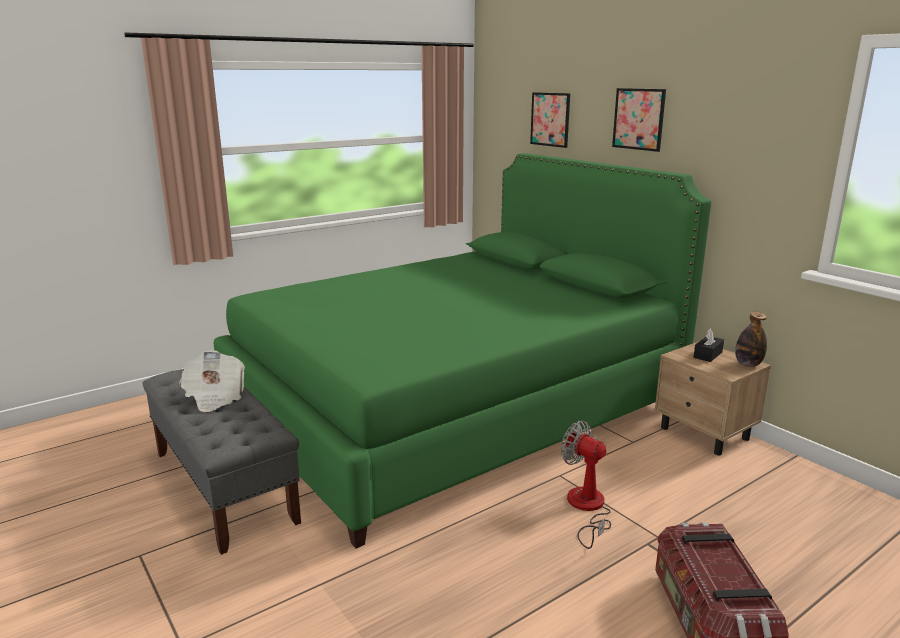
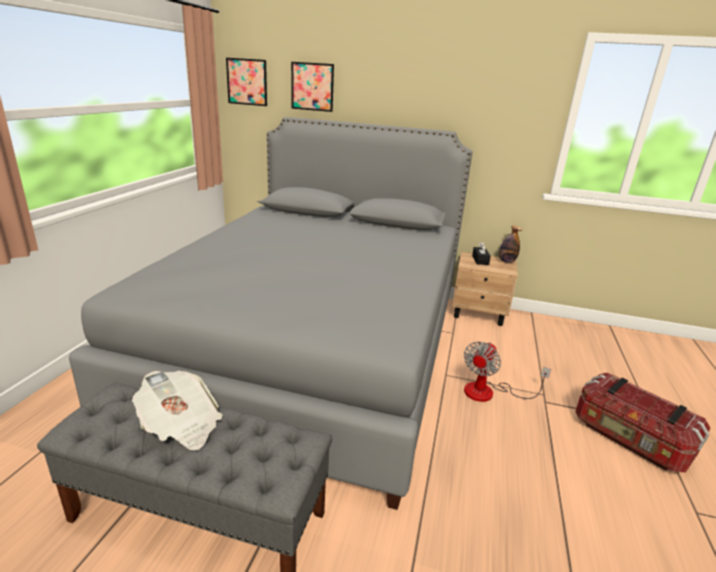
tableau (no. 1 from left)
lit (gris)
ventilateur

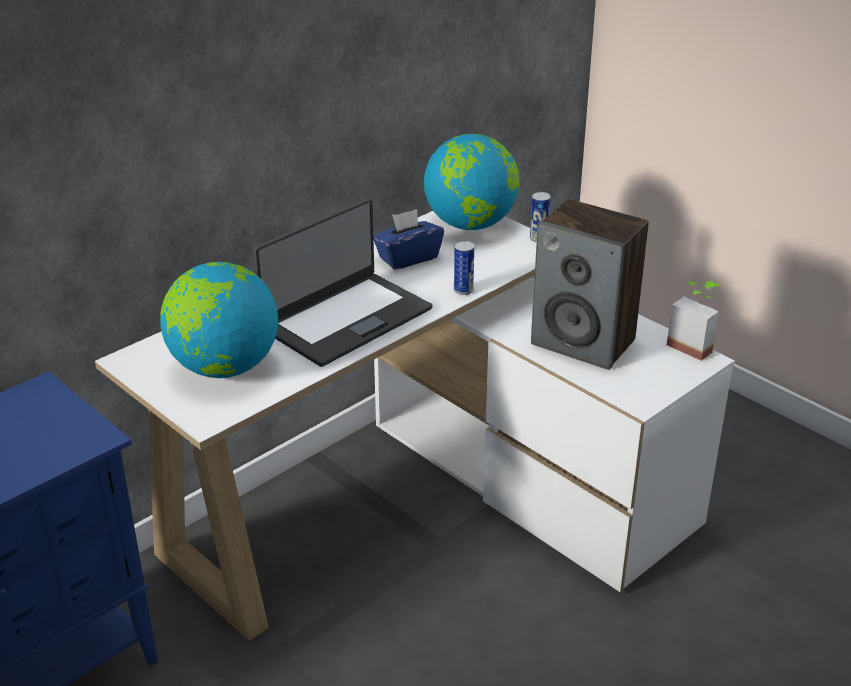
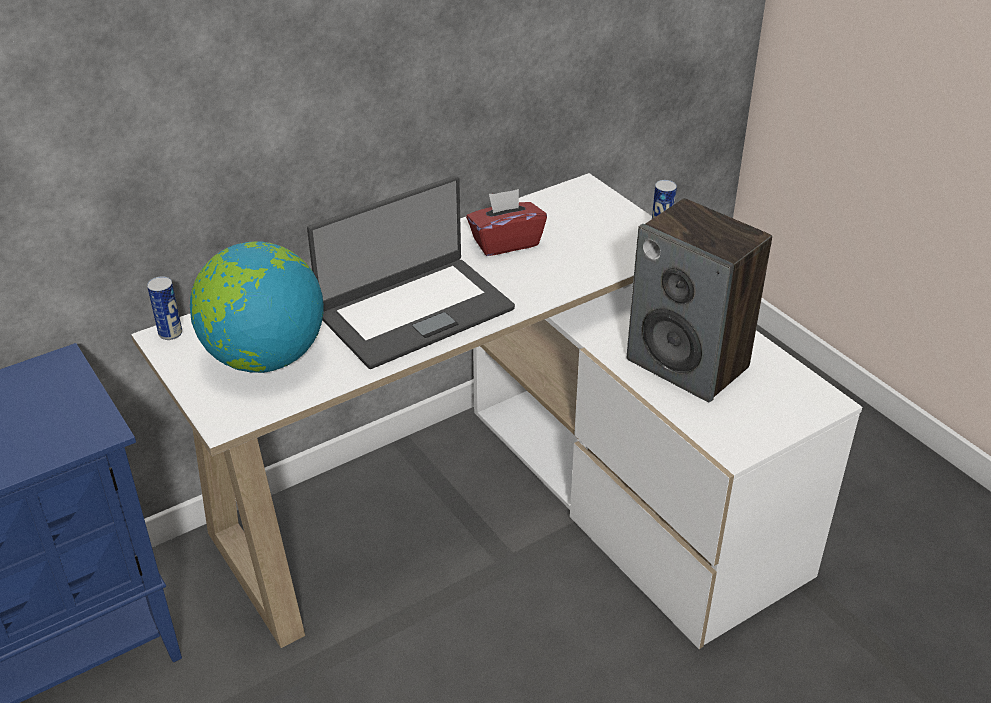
globe (no. 2 from left in the first image)
boîte à mouchoirs (rouge)
boîte métallique (no. 1 from left)
plante en pot

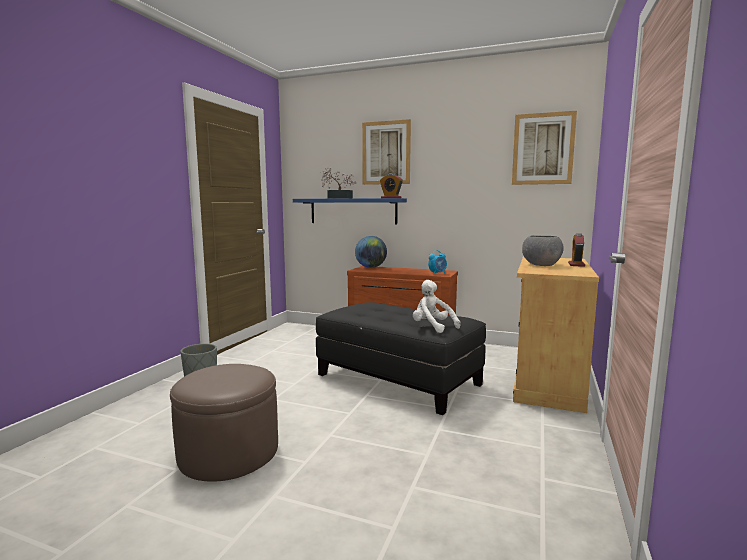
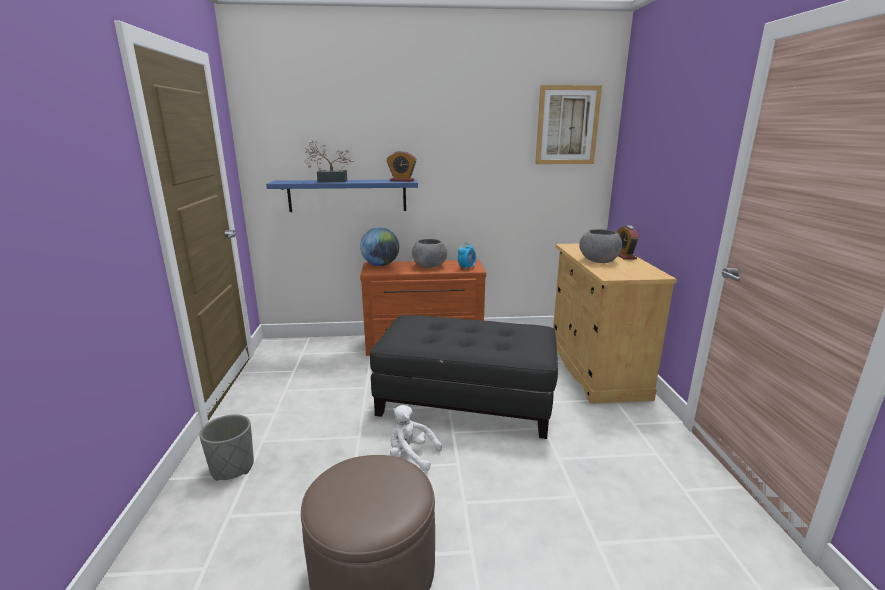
tableau (no. 1 from left in the first image)
peluche (blanc)
bol (gris) (no. 1 from left)

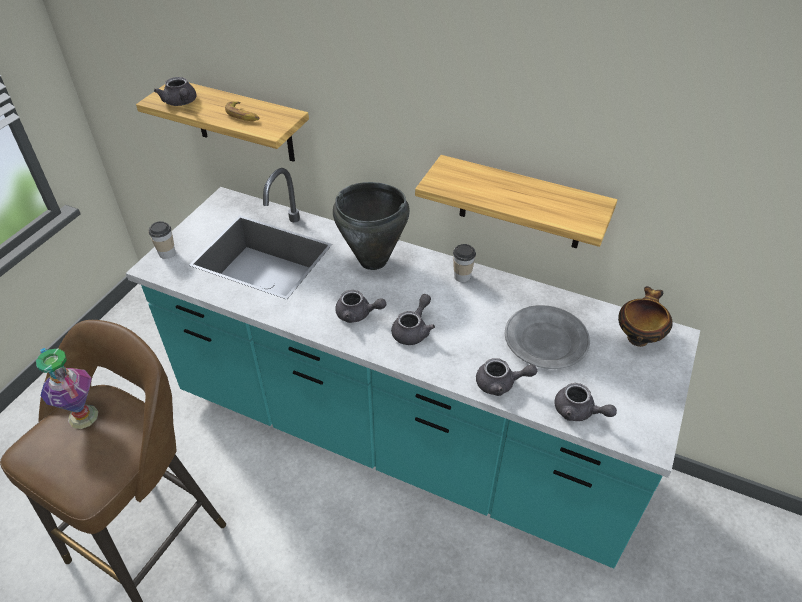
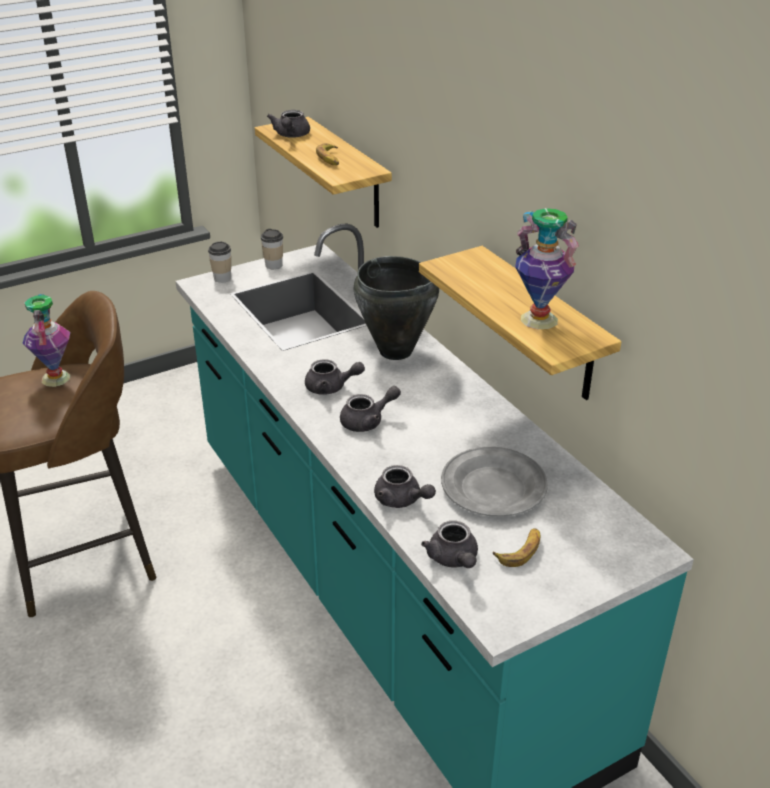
tasse (no. 2 from left)
bol
théière (gris) (no. 2 from left)
vase (no. 2 from left)
banane (no. 2 from left)

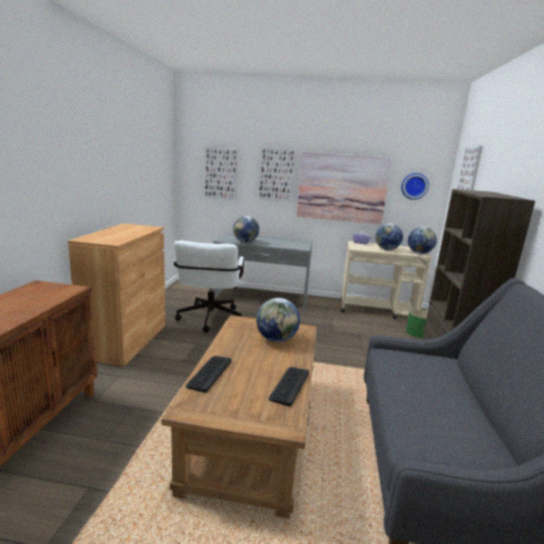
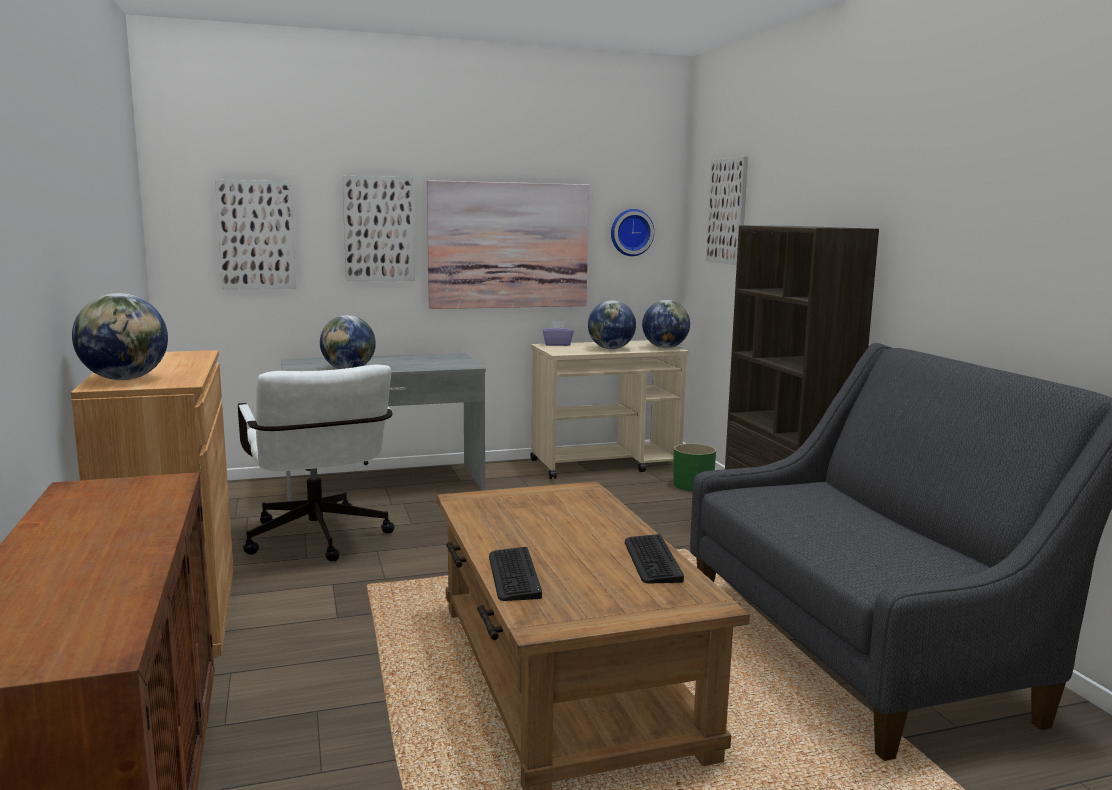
globe (no. 1 from left)

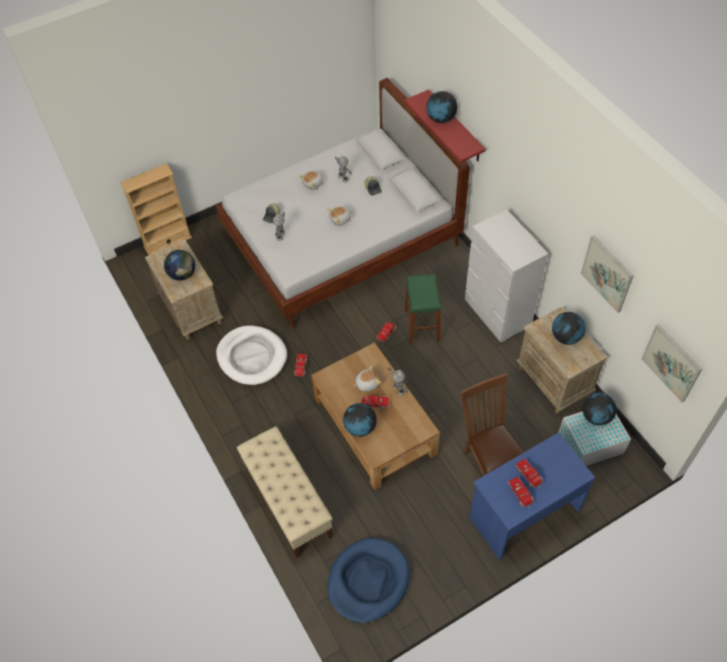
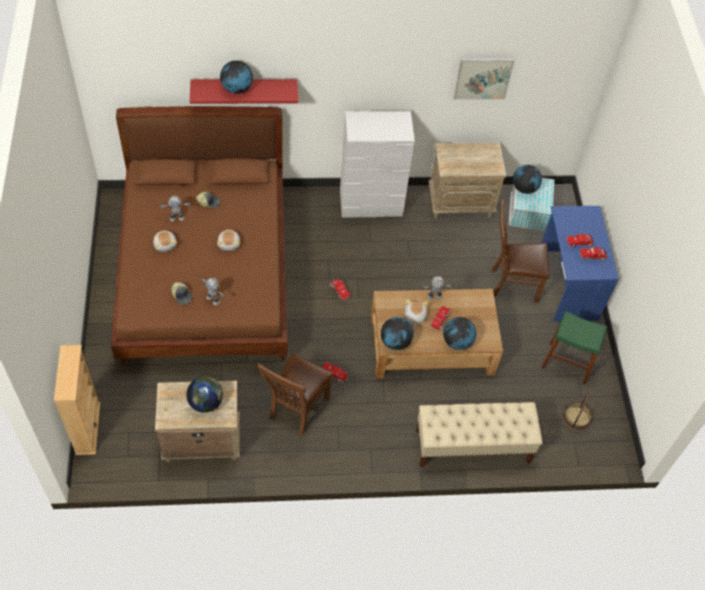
lit (marron)
tabouret (vert)
globe (no. 3 from left)
tableau (no. 2 from left in the first image)
chaise (marron) (no. 1 from left)
panier

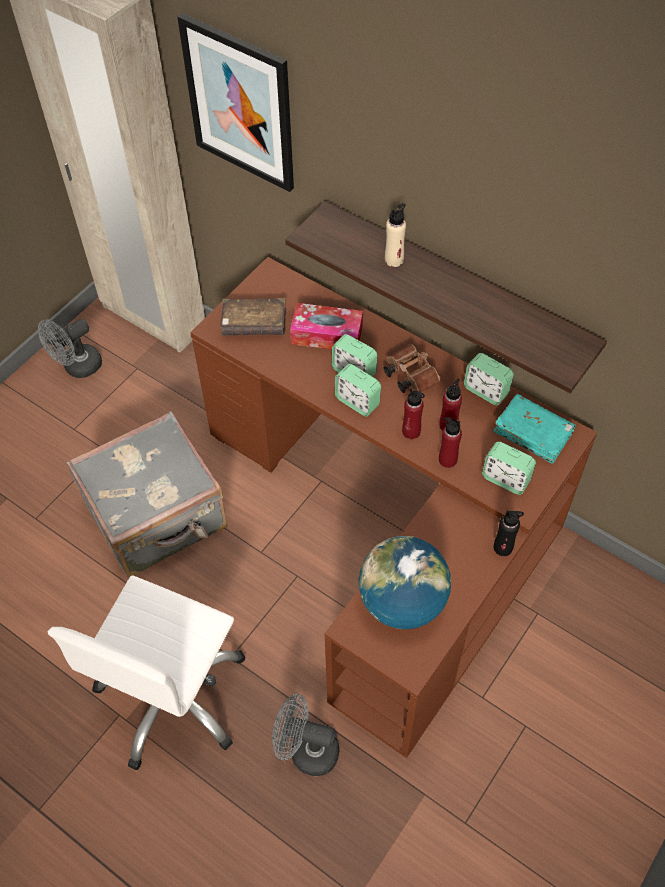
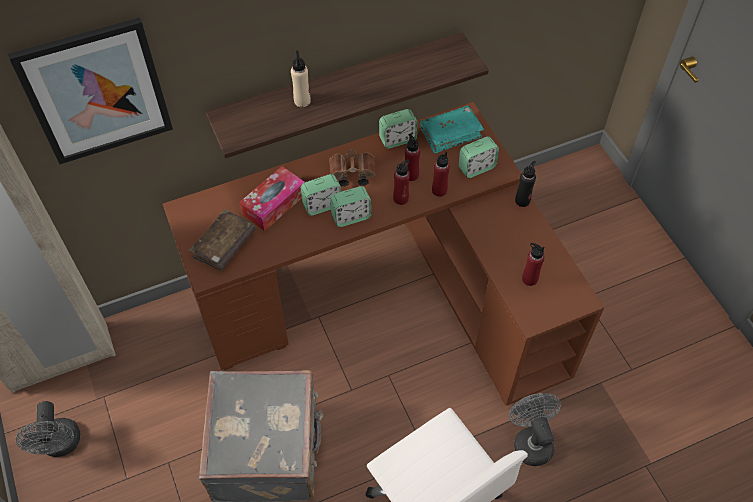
bouteille (rouge) (no. 4 from left)
ventilateur (gris) (no. 2 from left)

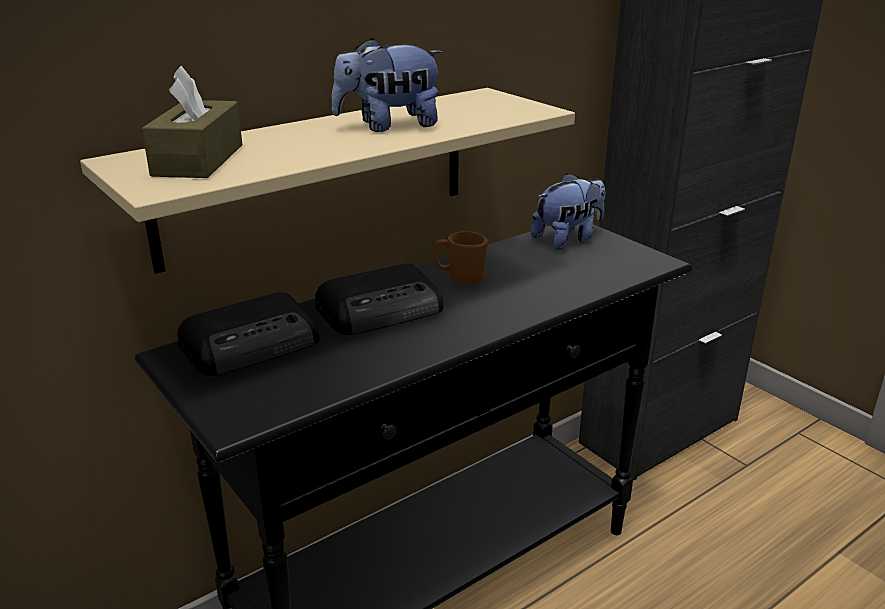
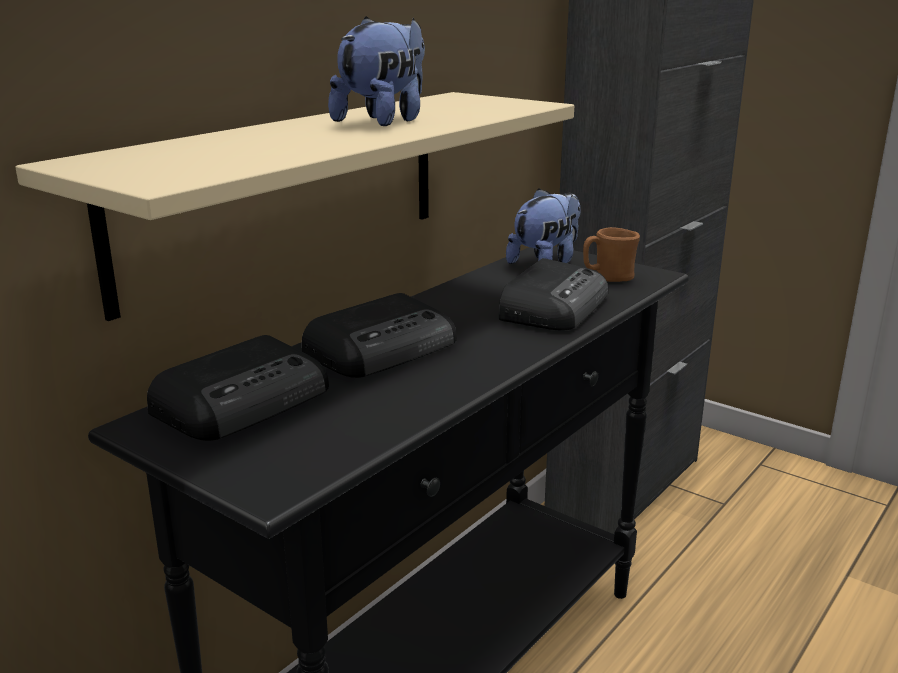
peluche (no. 1 from left)
boîte à mouchoirs (marron)
mug (marron)
radio (no. 3 from left)

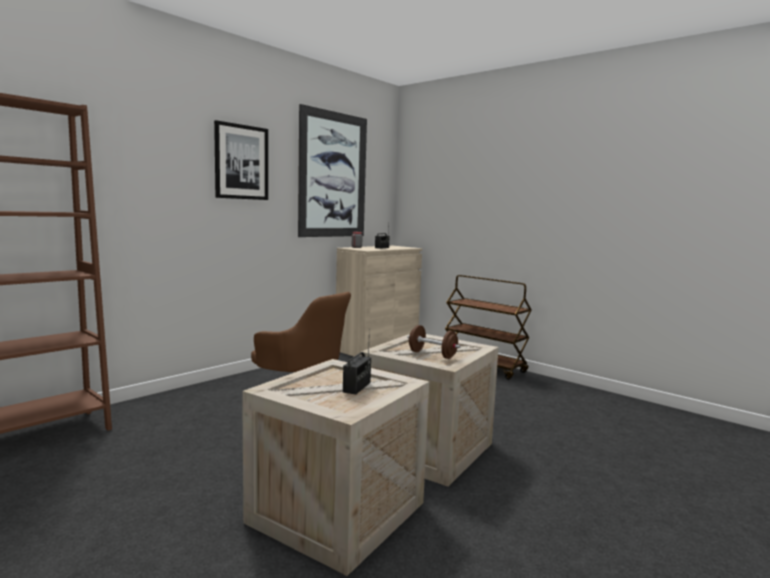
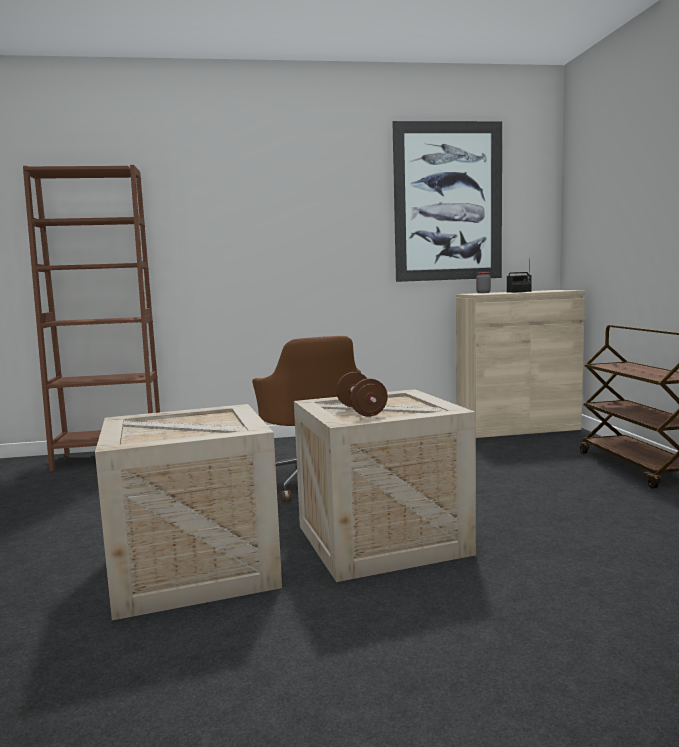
tableau (no. 1 from left in the first image)
radio (no. 1 from left in the first image)

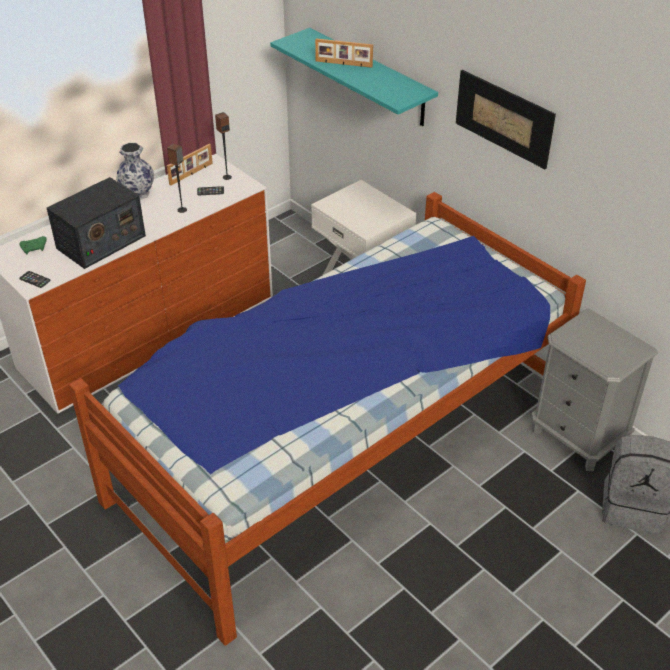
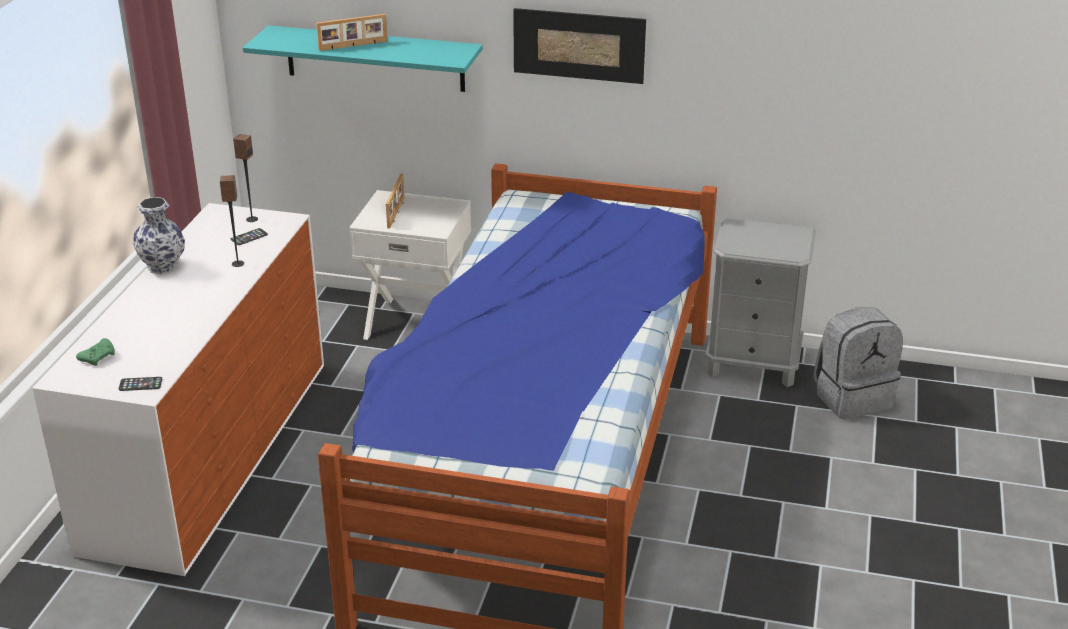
cadre photo (no. 2 from left)
radio

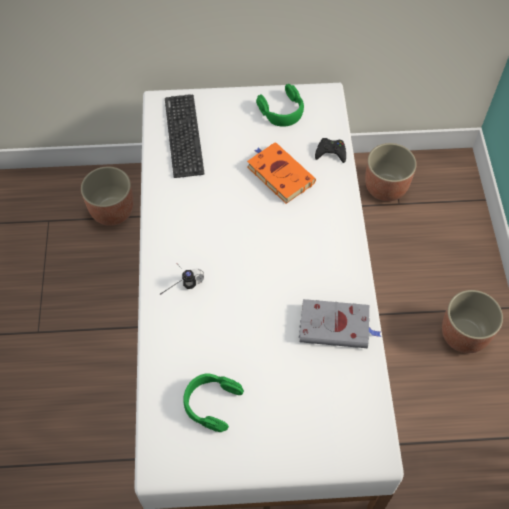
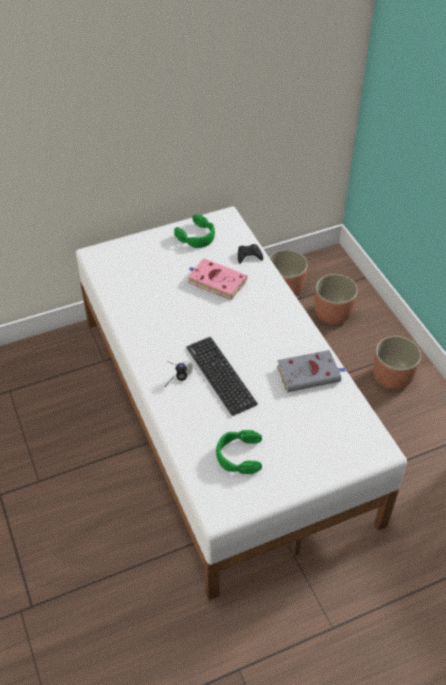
clavier
livre (rose)
cache-pot (no. 2 from left)

